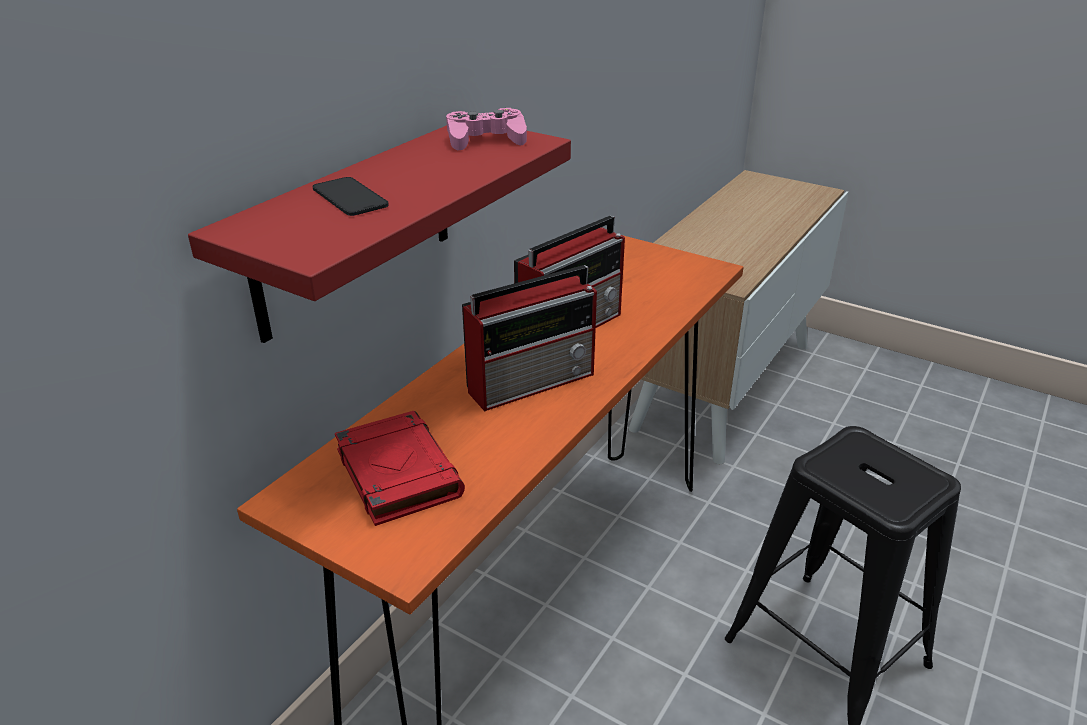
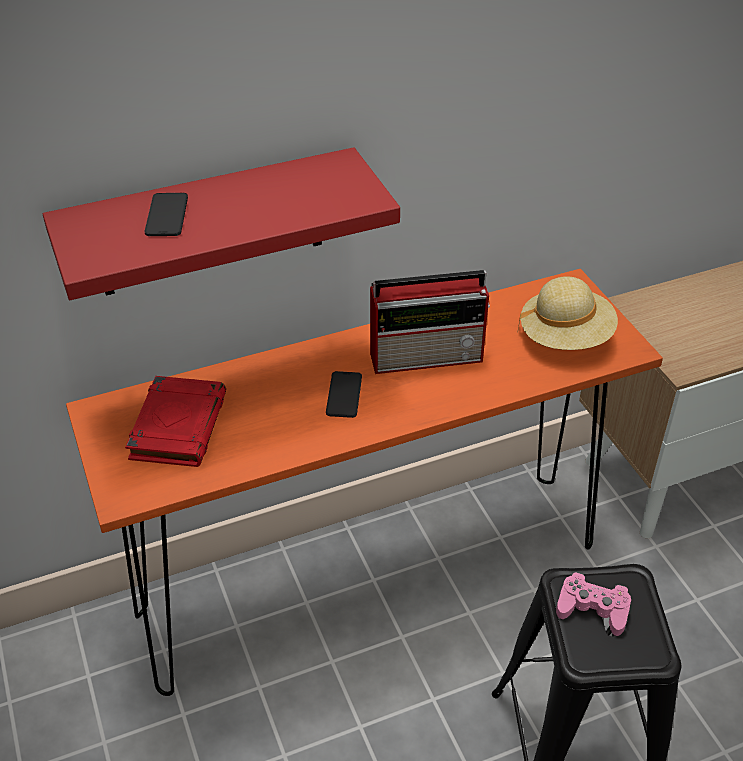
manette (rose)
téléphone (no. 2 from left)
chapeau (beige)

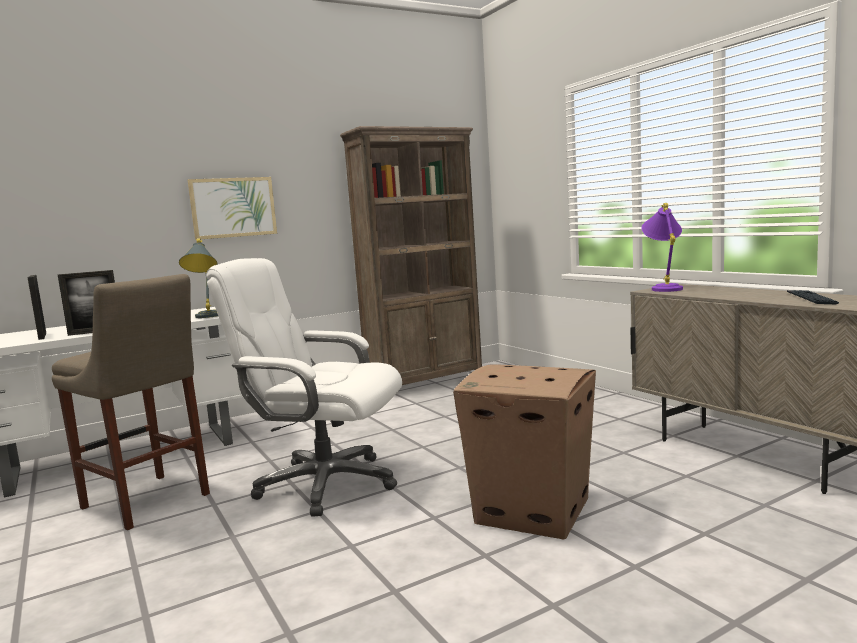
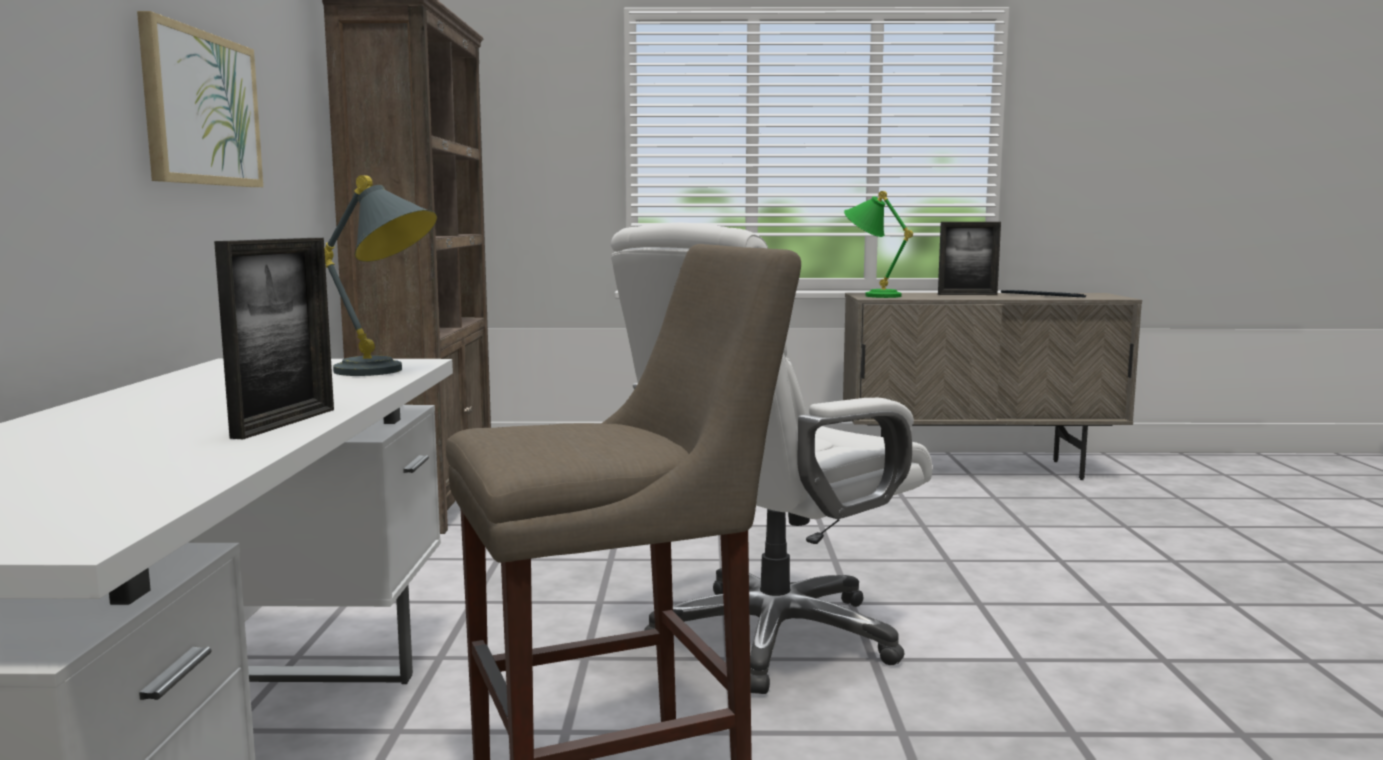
lampe de table (vert)
cadre photo (no. 2 from left)
carton

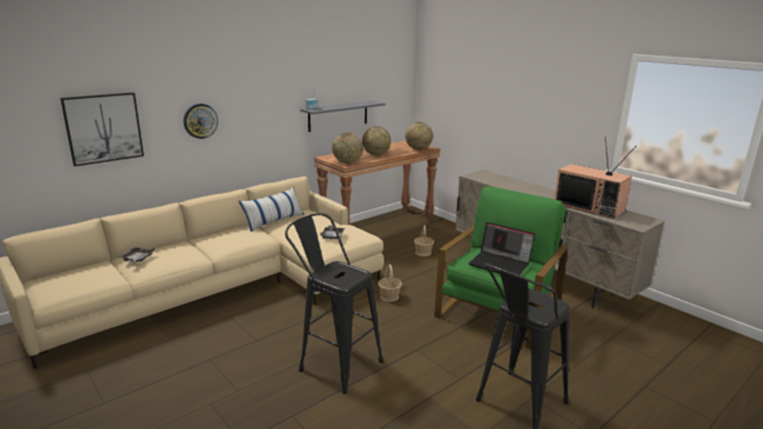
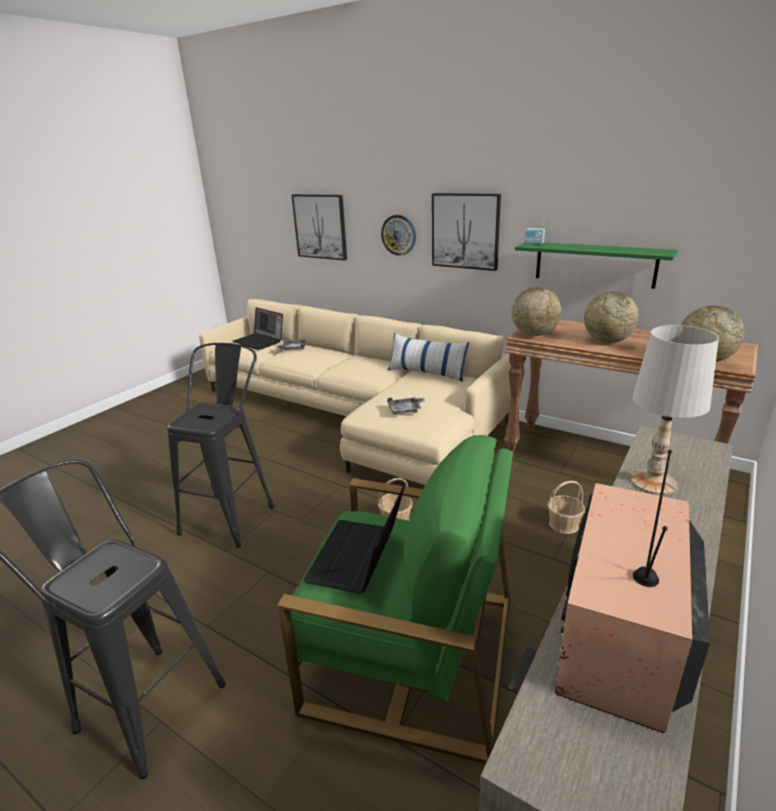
étagère (vert)
tableau (no. 2 from left)
ordinateur portable (no. 1 from left)
lampe de table (blanc)

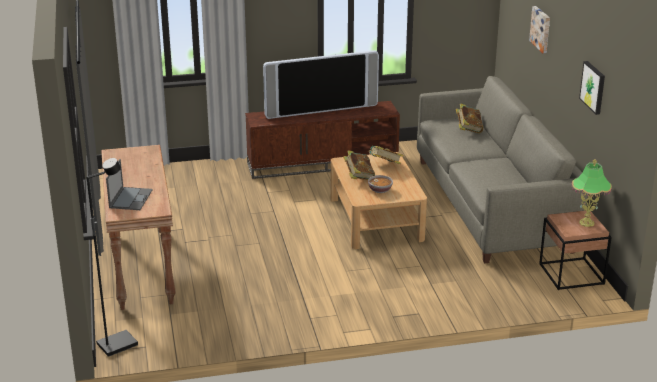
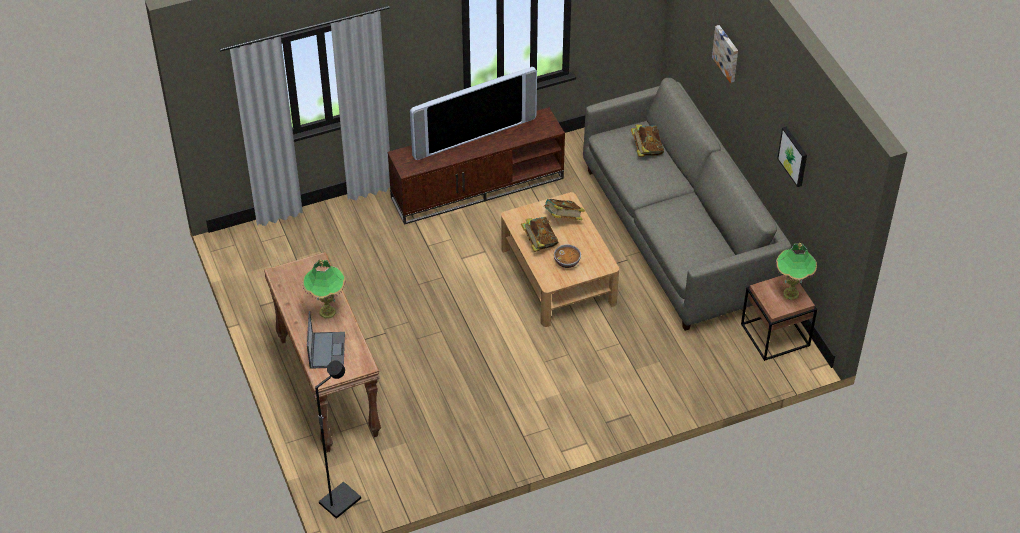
lampe de table (no. 1 from left)

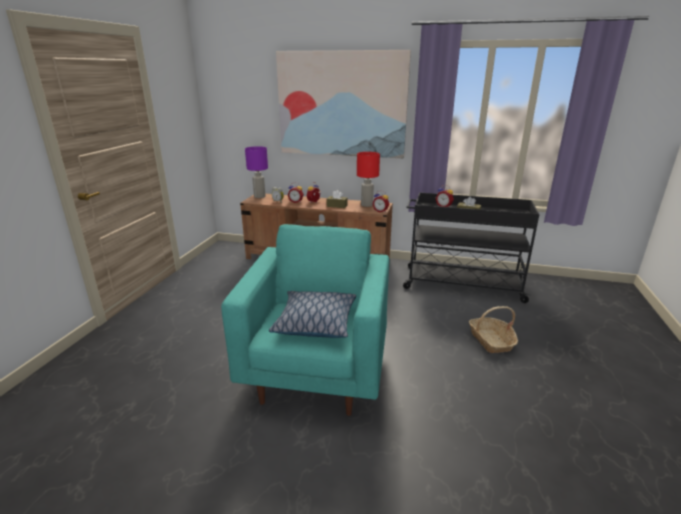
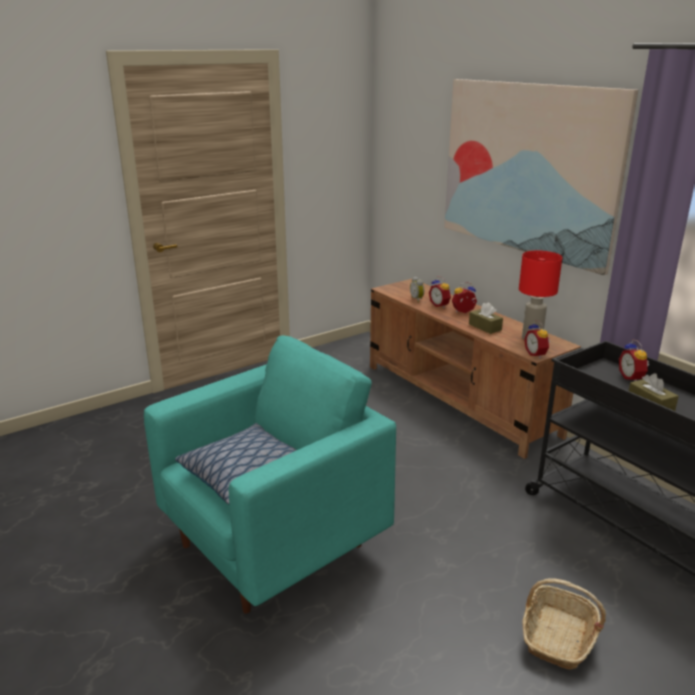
lampe de table (violet)

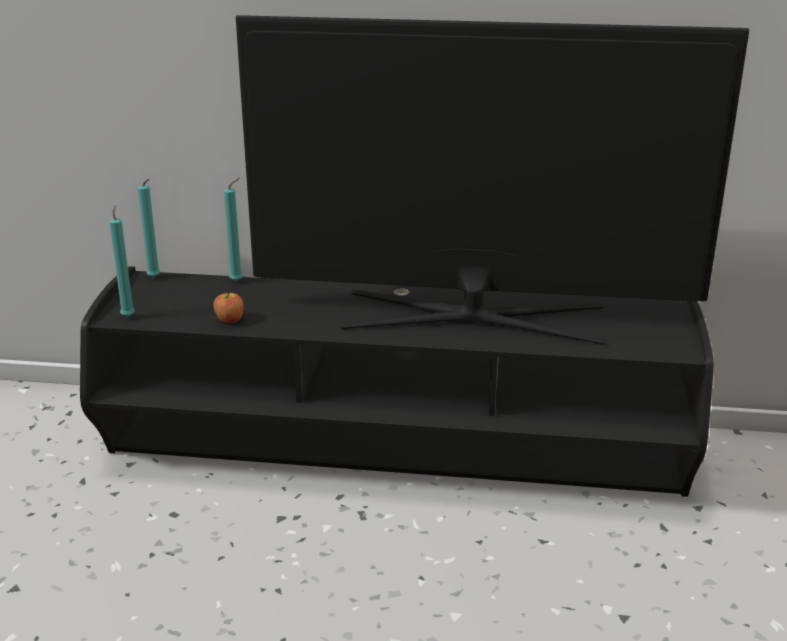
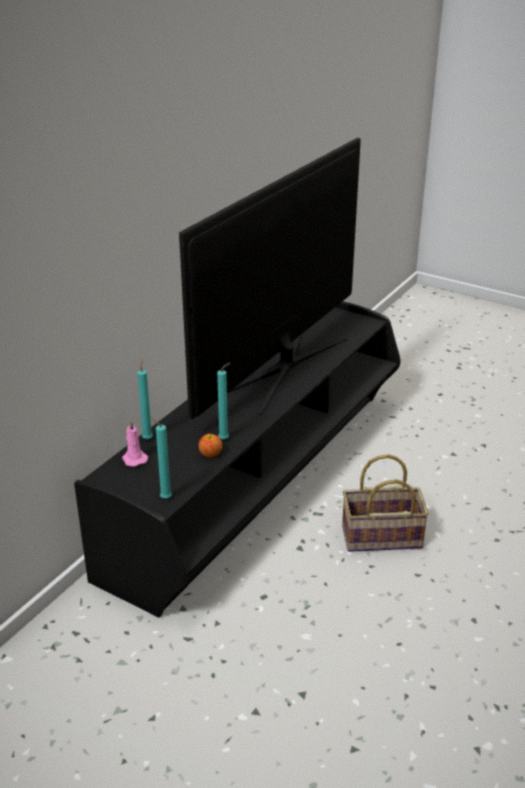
bougie (turquoise) (no. 3 from left)
bougie (rose)
panier

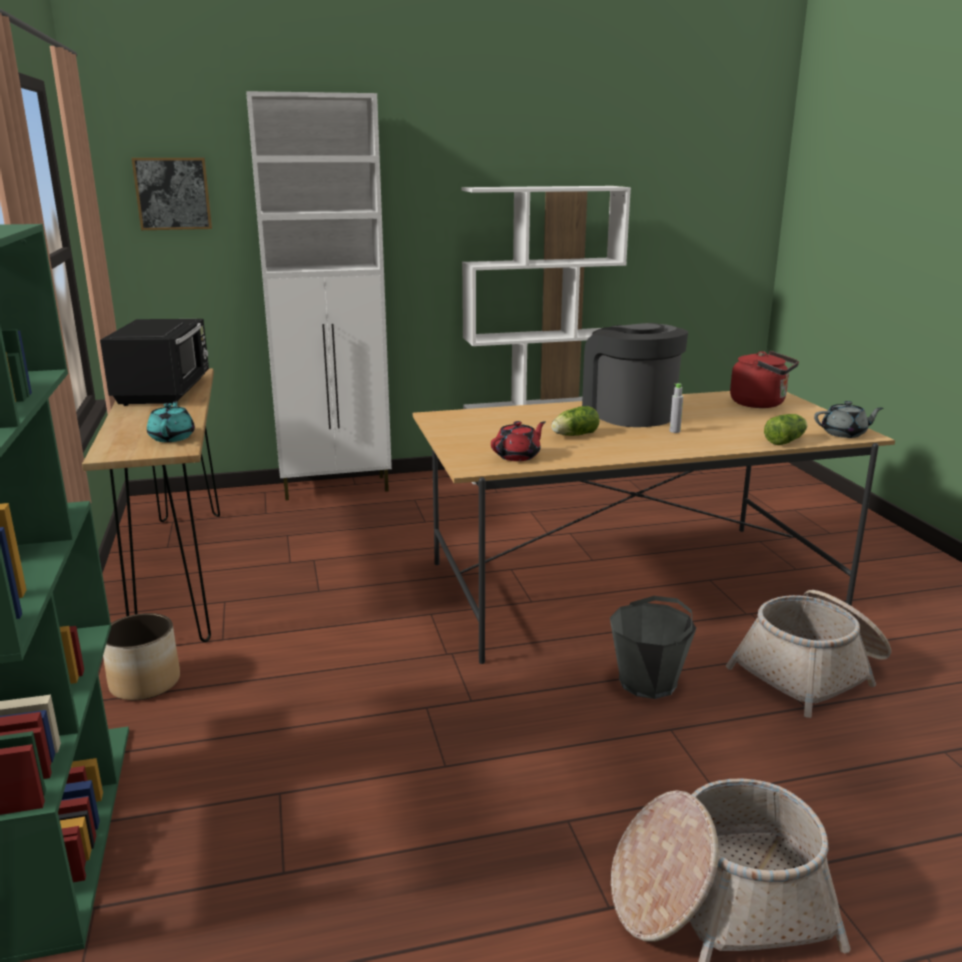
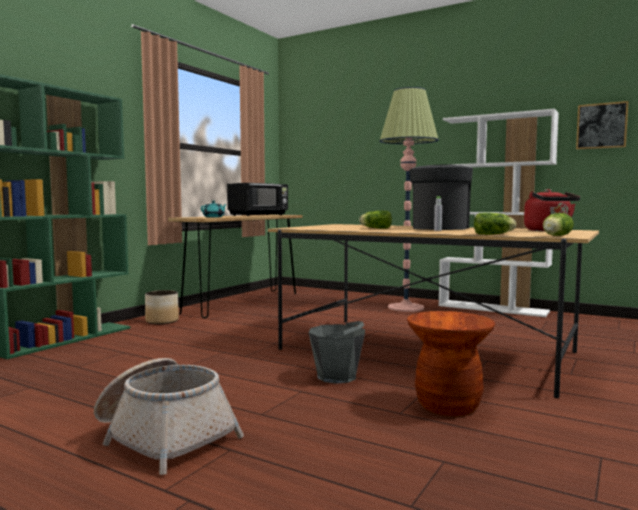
meuble de rangement (blanc)
tableau
laitue (no. 3 from left)
théière (rouge)
tabouret (marron)
lampadaire

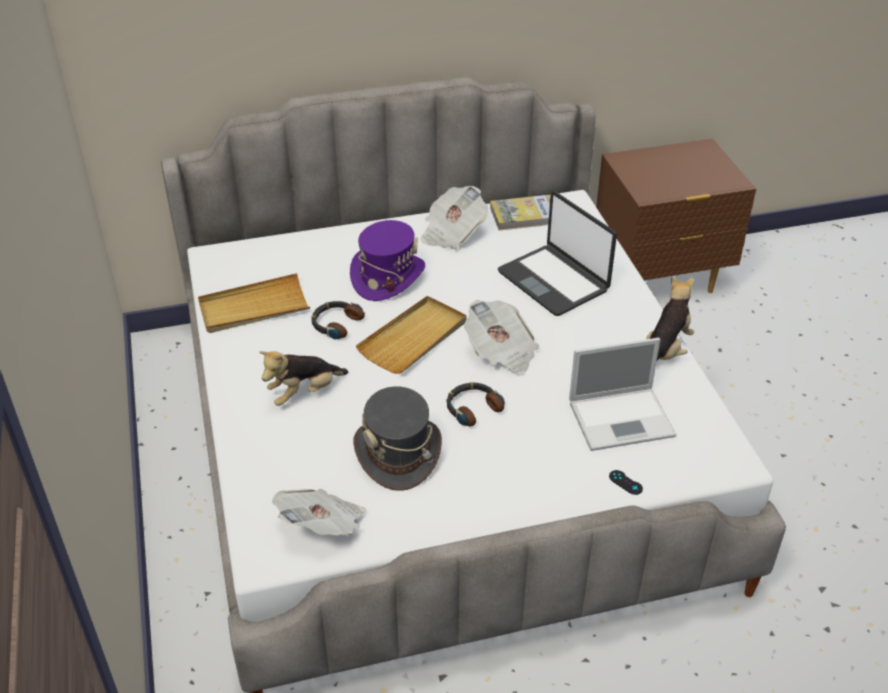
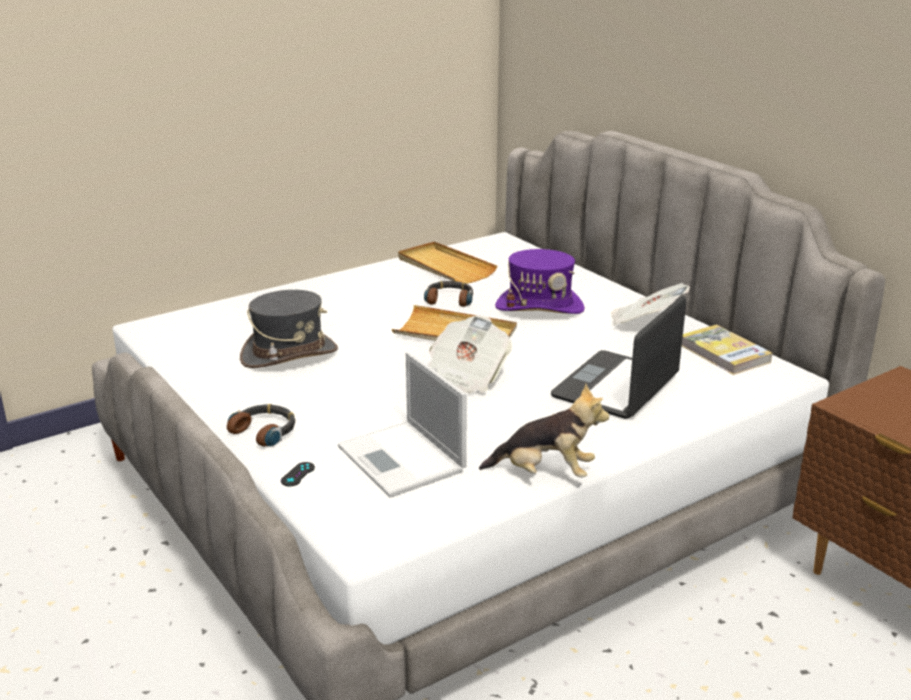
peluche (no. 1 from left in the first image)
casque audio (no. 1 from left)
journal (no. 1 from left in the first image)

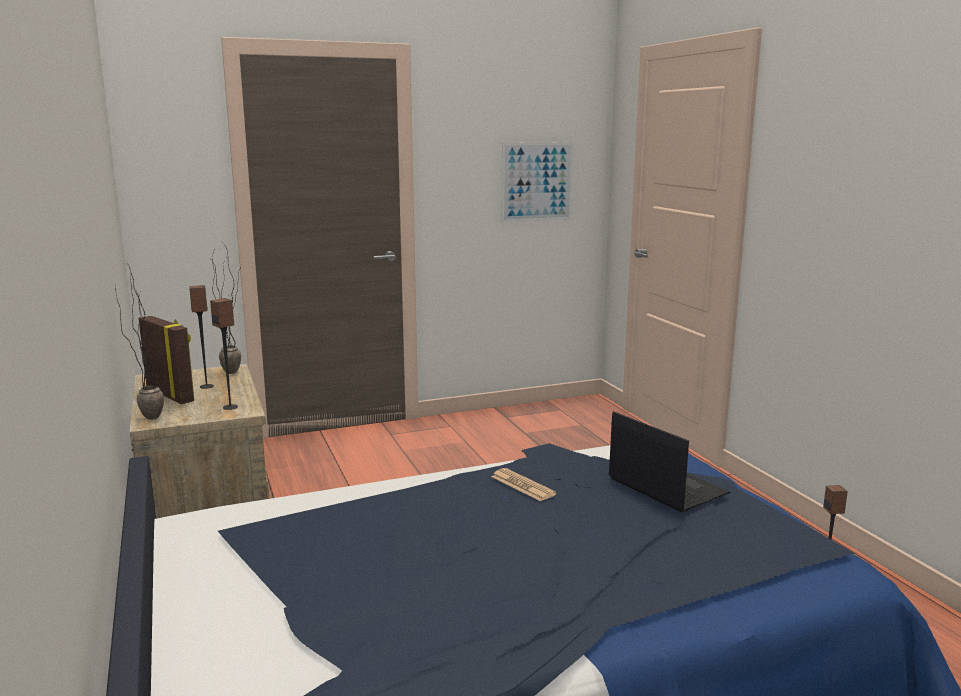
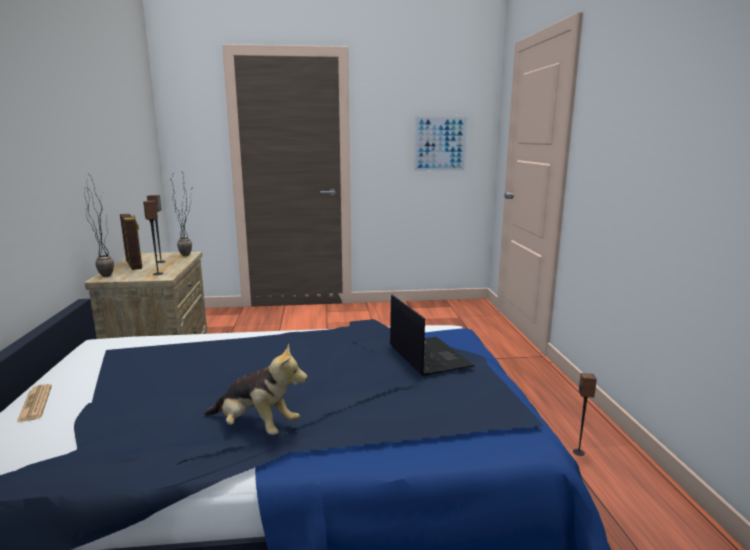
journal
peluche

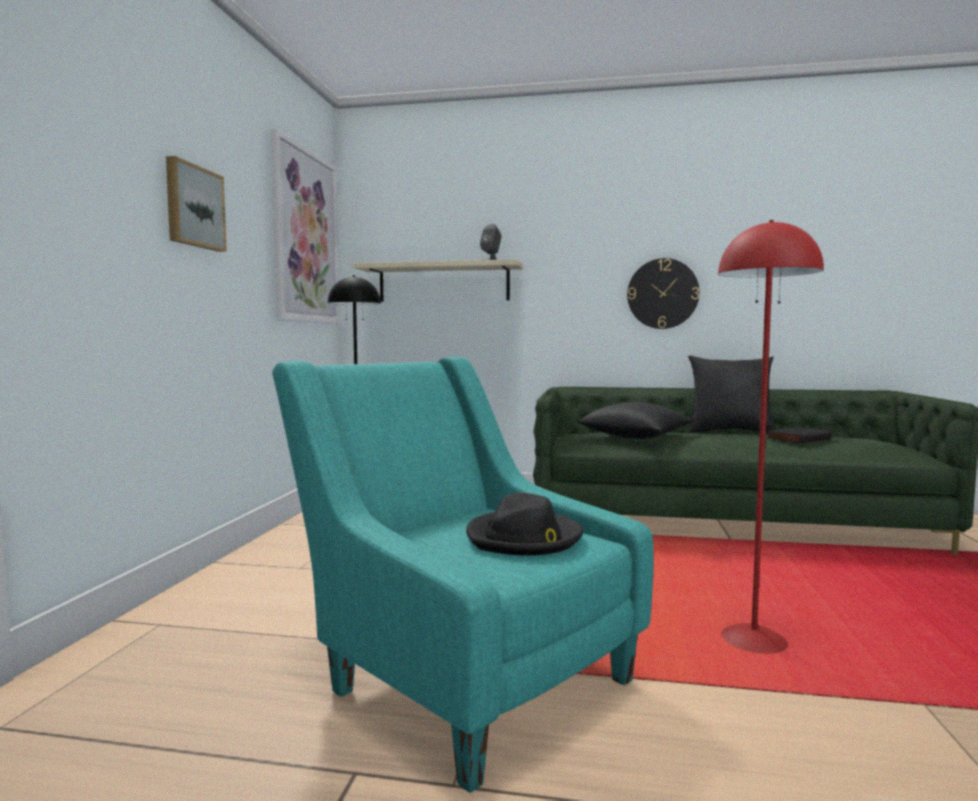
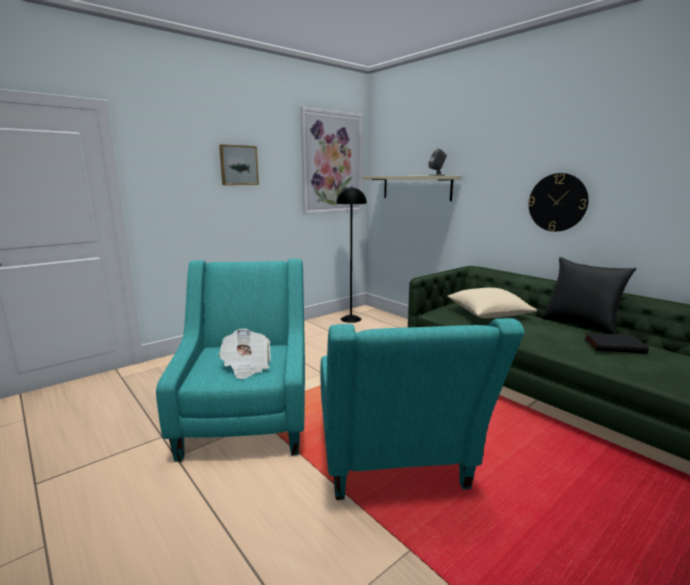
fauteuil (turquoise) (no. 2 from left)
coussin (beige)
journal

